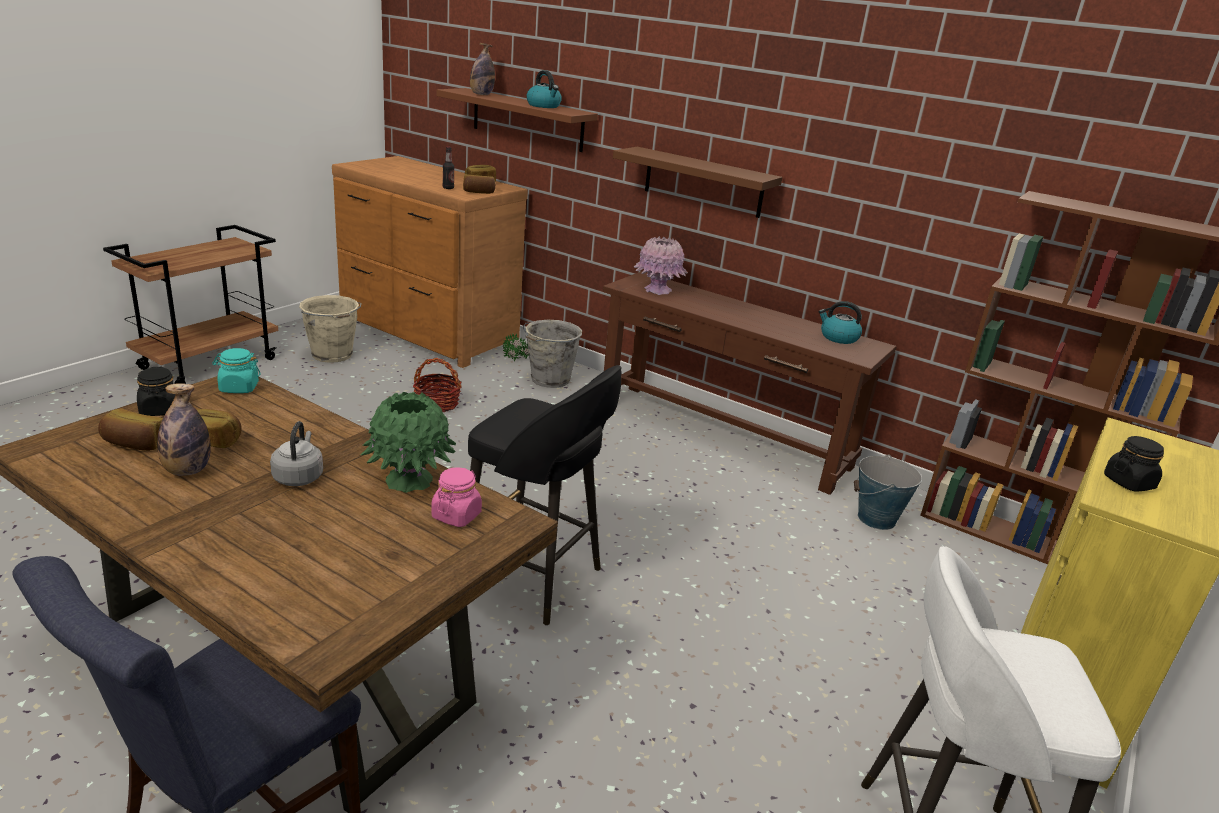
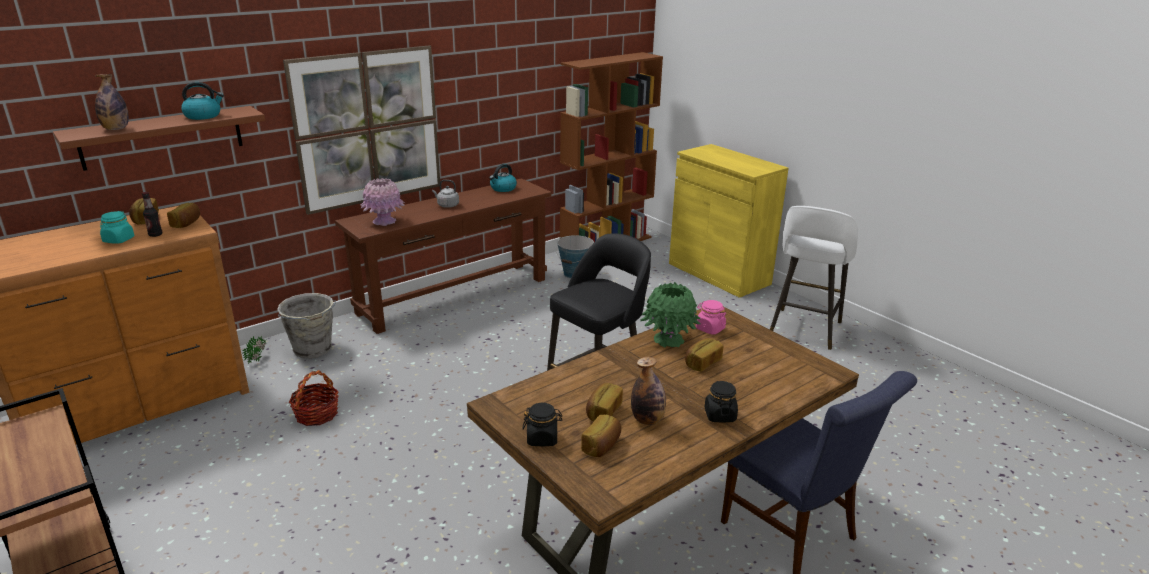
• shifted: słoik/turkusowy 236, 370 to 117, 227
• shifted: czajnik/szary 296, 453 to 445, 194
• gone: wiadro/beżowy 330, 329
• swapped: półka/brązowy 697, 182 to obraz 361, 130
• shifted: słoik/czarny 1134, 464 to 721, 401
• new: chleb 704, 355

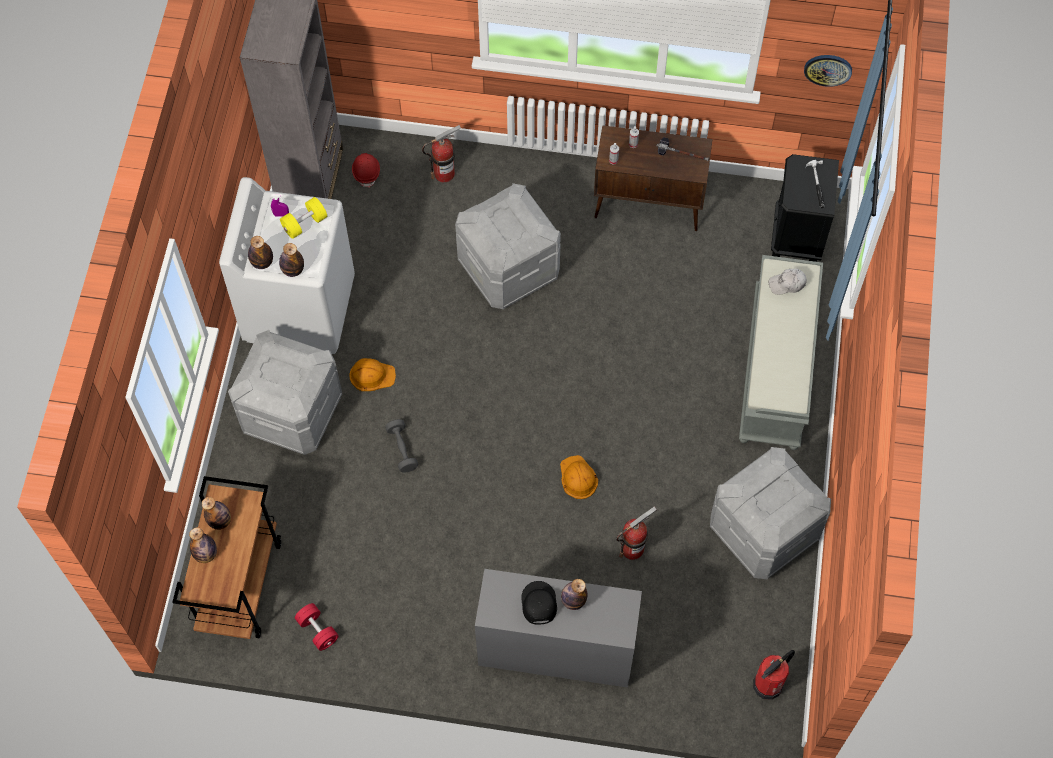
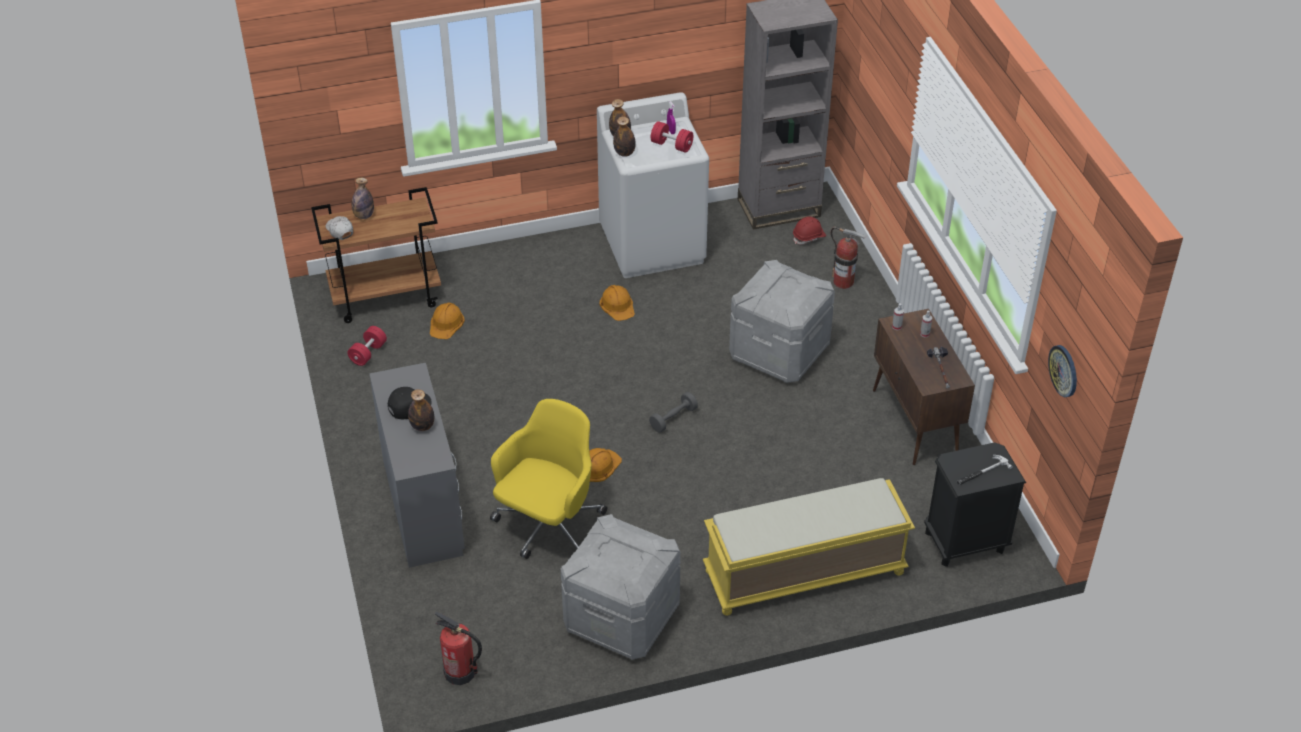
• gone: butelka 216, 513
• gone: pojemnik do przechowywania/szary 285, 392
• repainted: hantel/żółty 303, 218 to hantel/czerwony 672, 137
• shifted: hantel/szary 401, 446 to 673, 412
• swapped: gaśnica 636, 533 to krzesło biurowe/żółty 548, 479
• repainted: ławka/szary 781, 352 to ławka/żółty 809, 547
• shifted: czapka z daszkiem/biały 788, 281 to 339, 228
• new: kask/pomarańczowy 447, 321

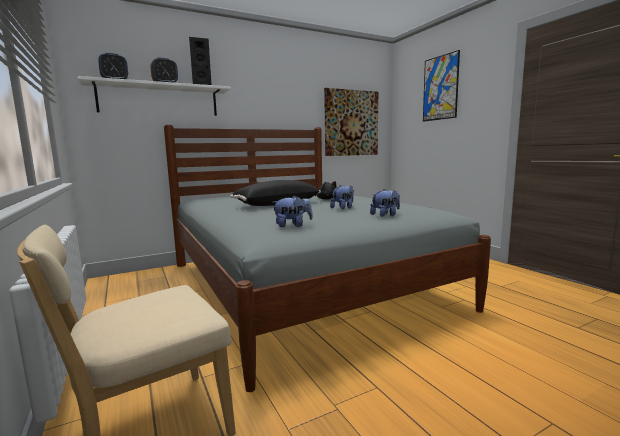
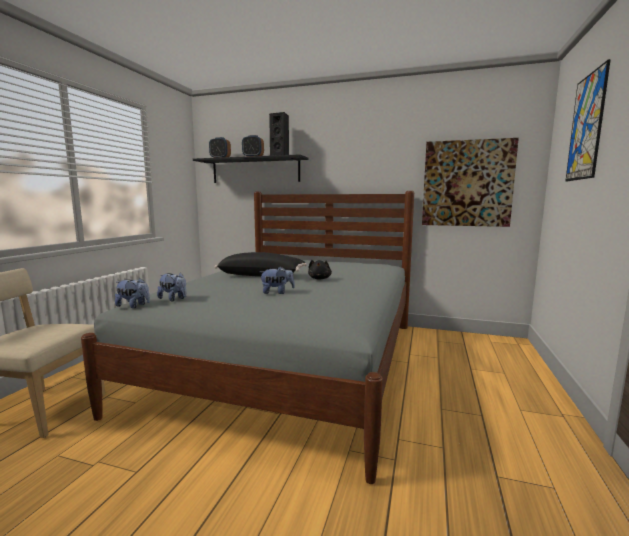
• repainted: półka/biały 154, 96 to półka/czarny 250, 168
• shifted: pluszak 385, 203 to 132, 293

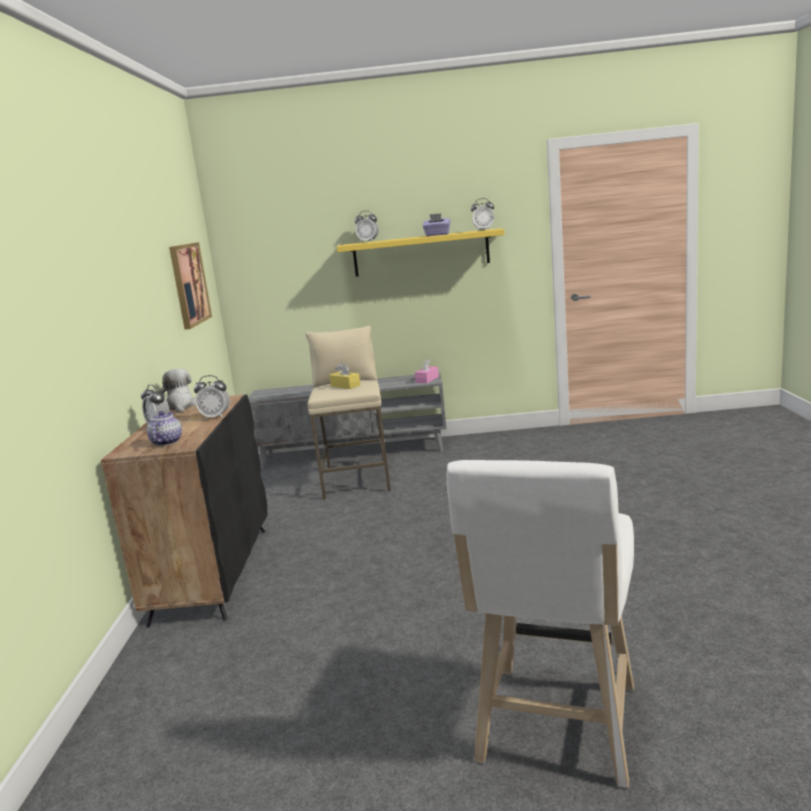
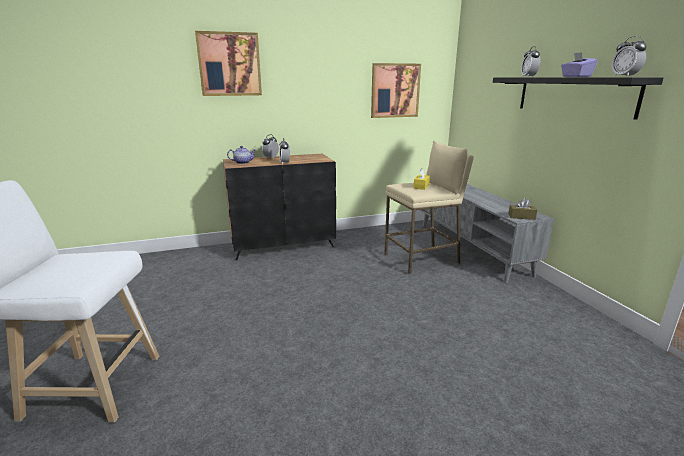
• gone: pluszak 177, 391
• repainted: półka/żółty 421, 252 to półka/czarny 578, 98
• repainted: pudełko chusteczek/różowy 427, 371 to pudełko chusteczek/brązowy 523, 209
• new: obraz 228, 63

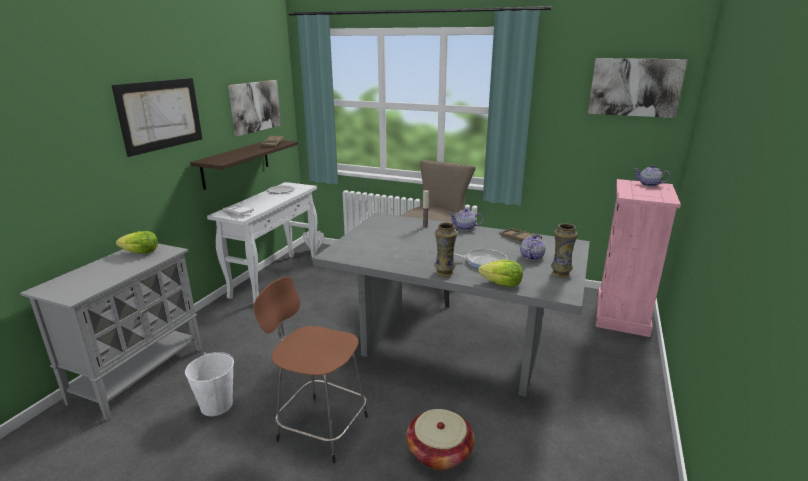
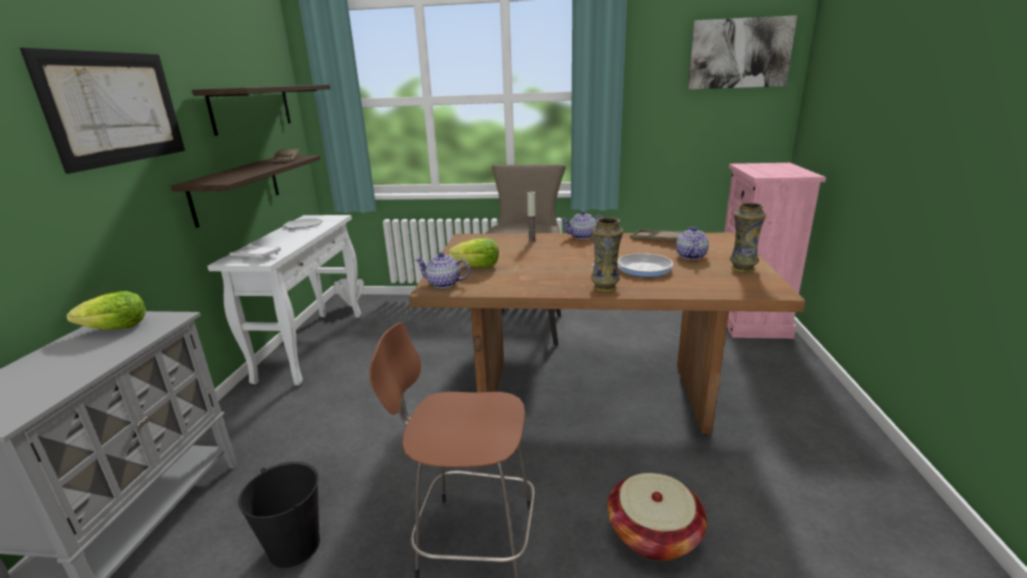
• repainted: wiadro/biały 209, 384 to wiadro/czarny 279, 514
• swapped: obraz 254, 108 to półka 261, 110
• repainted: stół jadalny/szary 451, 305 to stół jadalny/brązowy 607, 333
• shifted: sałata 500, 273 to 473, 253
• shifted: imbryk 652, 176 to 442, 270

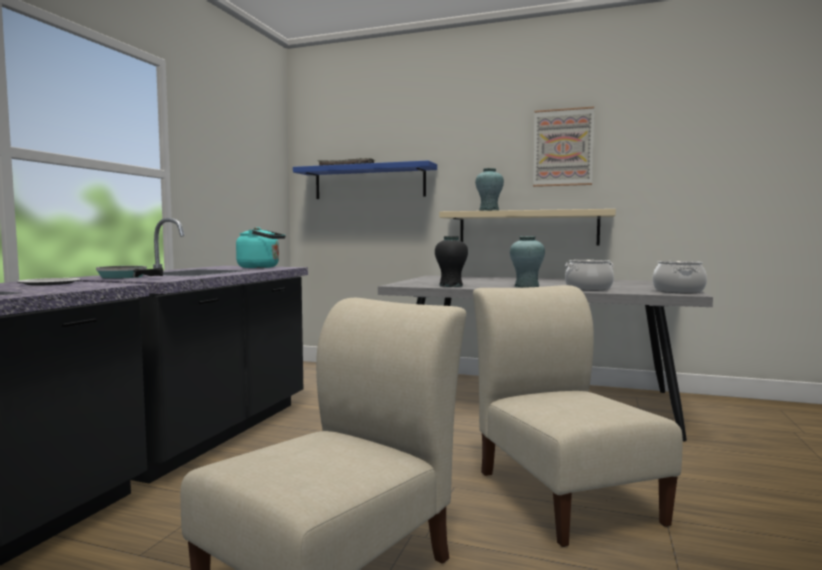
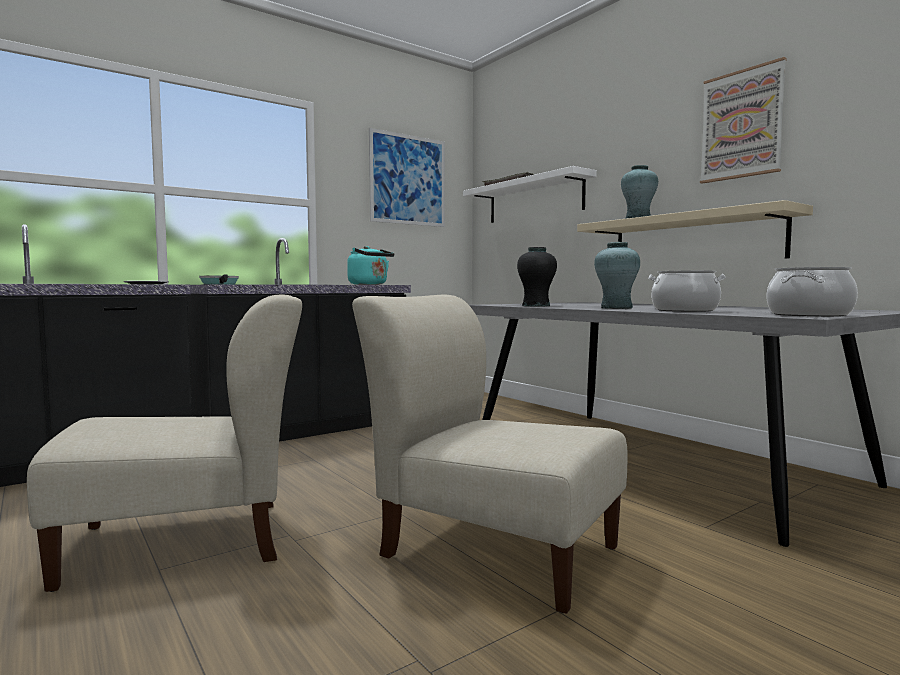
• repainted: półka/niebieski 365, 179 to półka/biały 530, 194
• rotated: krzesło/beżowy 578, 416 = 489, 454 75 degrees counterclockwise
• new: obraz 407, 177

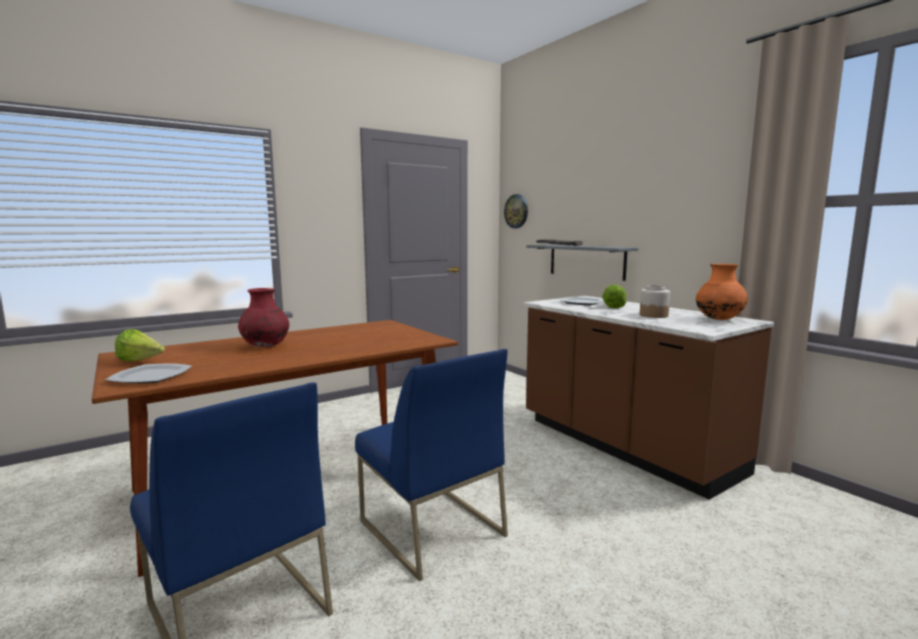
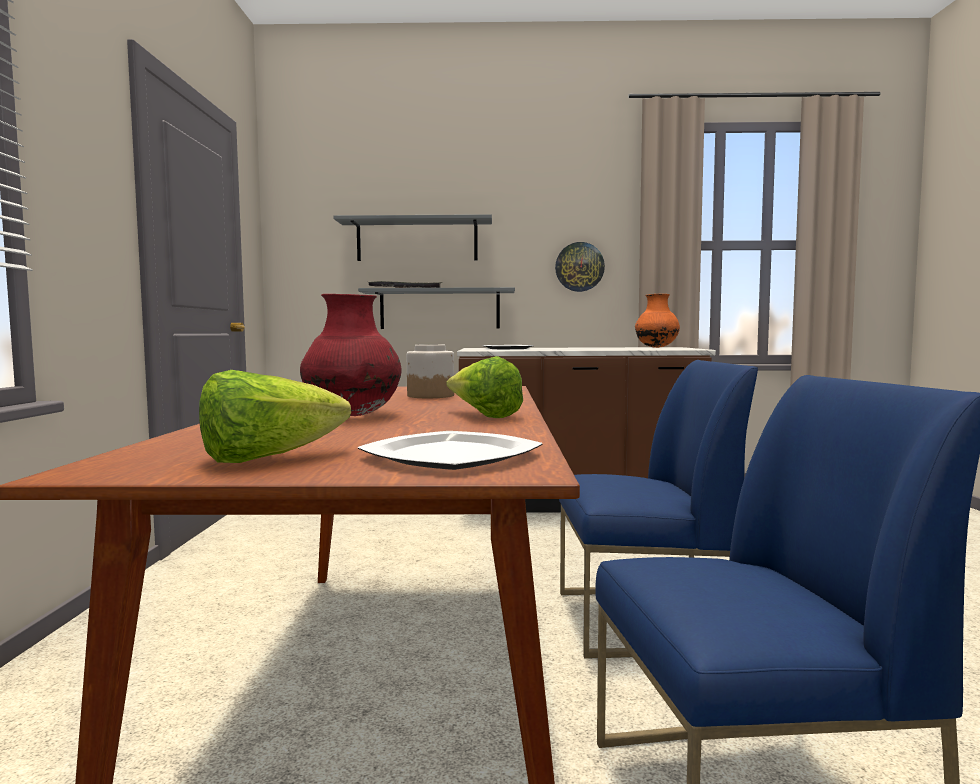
• shifted: zegar ścienny 516, 211 to 580, 267
• shifted: sałata 614, 296 to 485, 387
• shifted: słoik 655, 301 to 430, 371
• new: półka/szary 412, 237

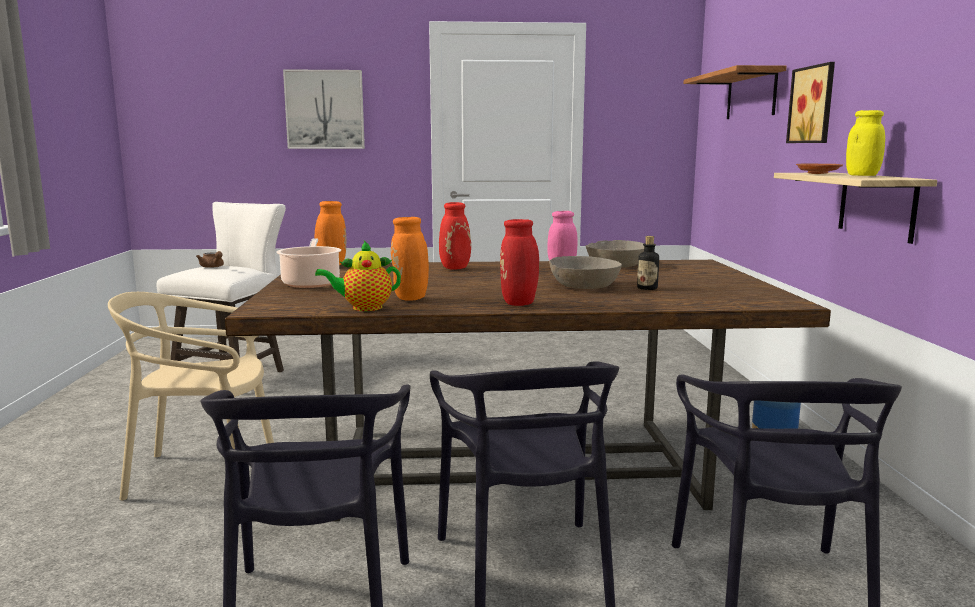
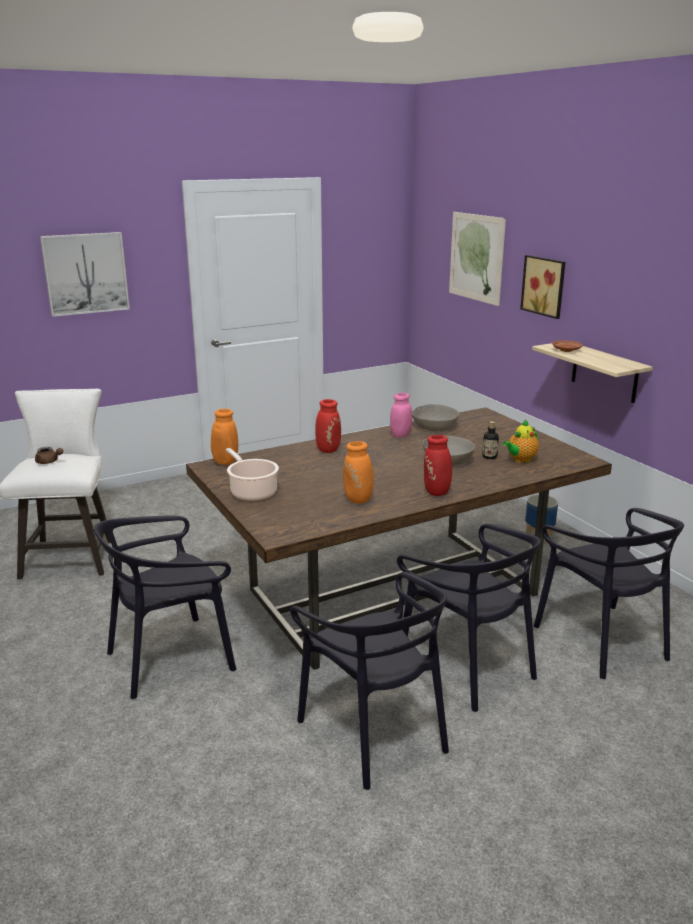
• repainted: krzesło/beżowy 191, 396 to krzesło/czarny 165, 607
• shifted: imbryk 358, 276 to 520, 441
• swapped: półka 735, 92 to obraz 477, 259
• gone: słoik/żółty 865, 143

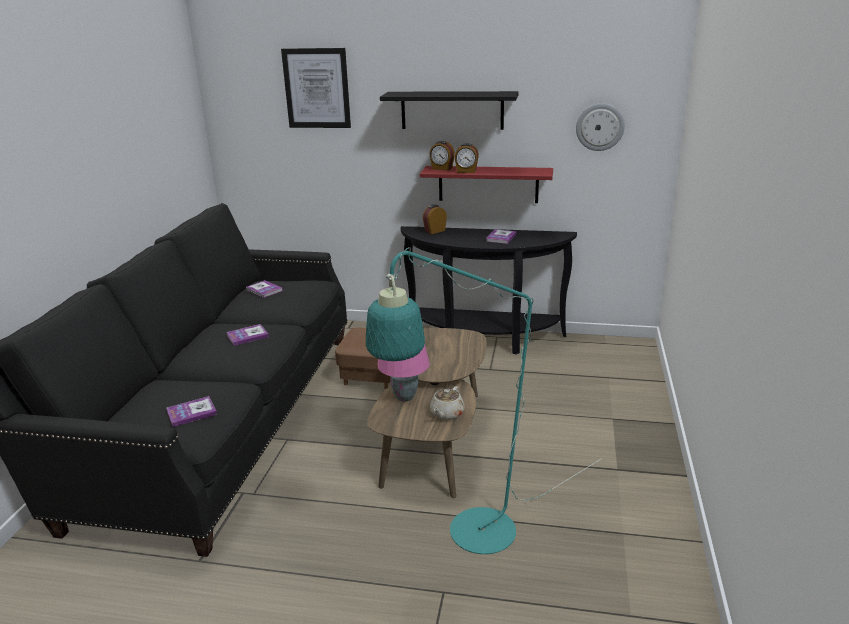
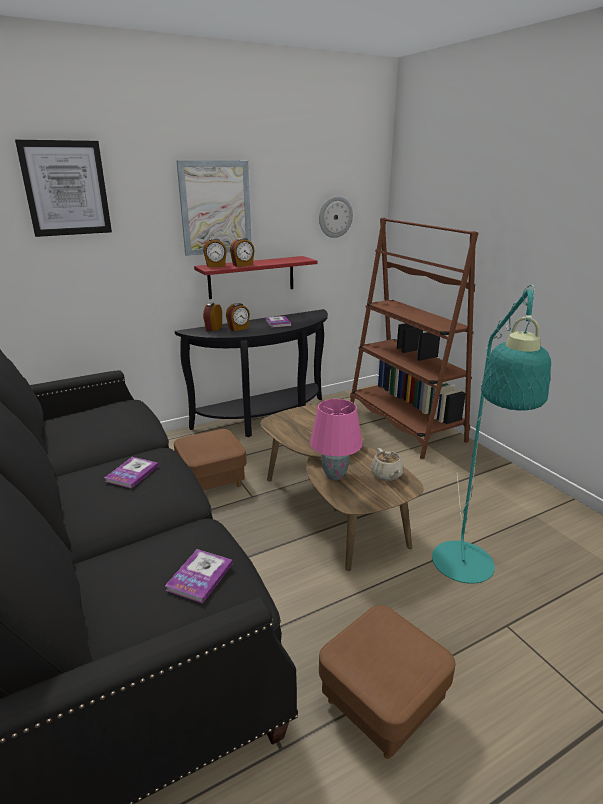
• gone: książka 265, 289
• swapped: półka/czarny 449, 110 to obraz 213, 208
• new: budzik 238, 317
• new: pufa/brązowy 387, 682
• new: regał/brązowy 414, 338

